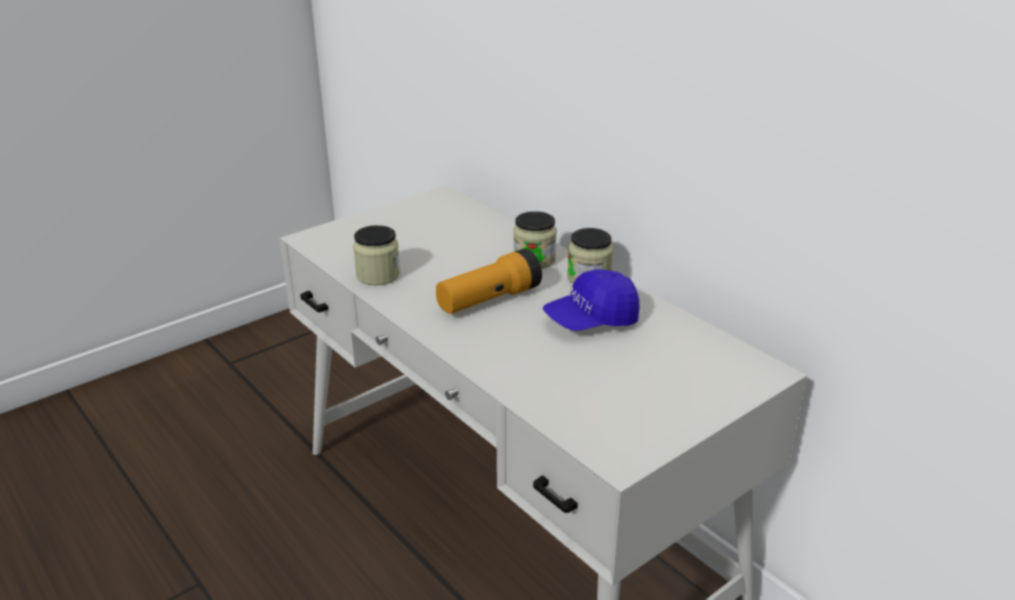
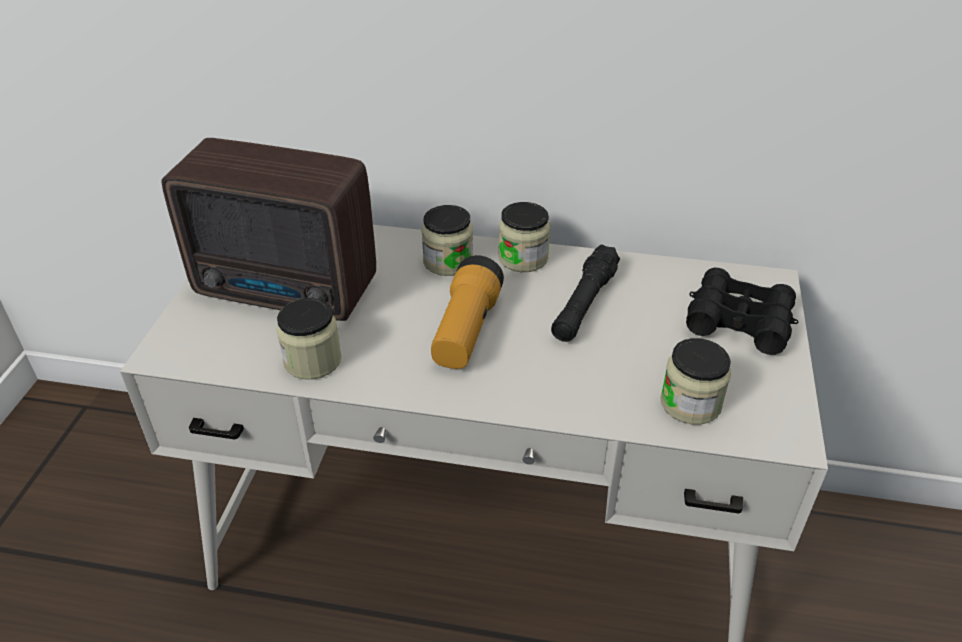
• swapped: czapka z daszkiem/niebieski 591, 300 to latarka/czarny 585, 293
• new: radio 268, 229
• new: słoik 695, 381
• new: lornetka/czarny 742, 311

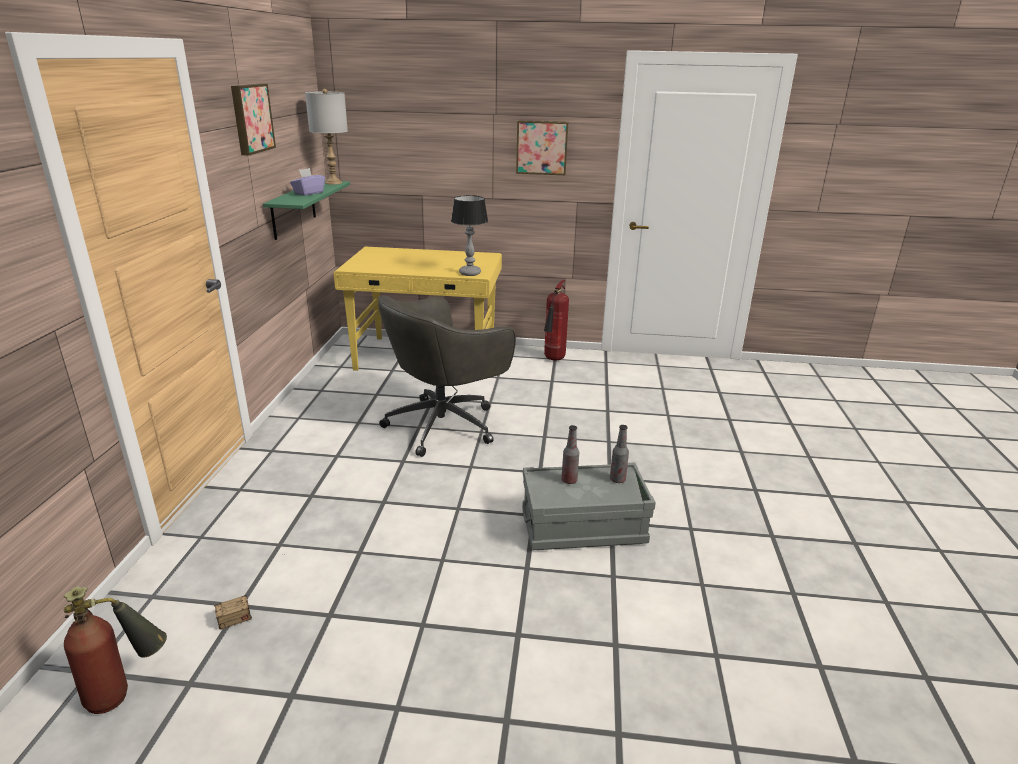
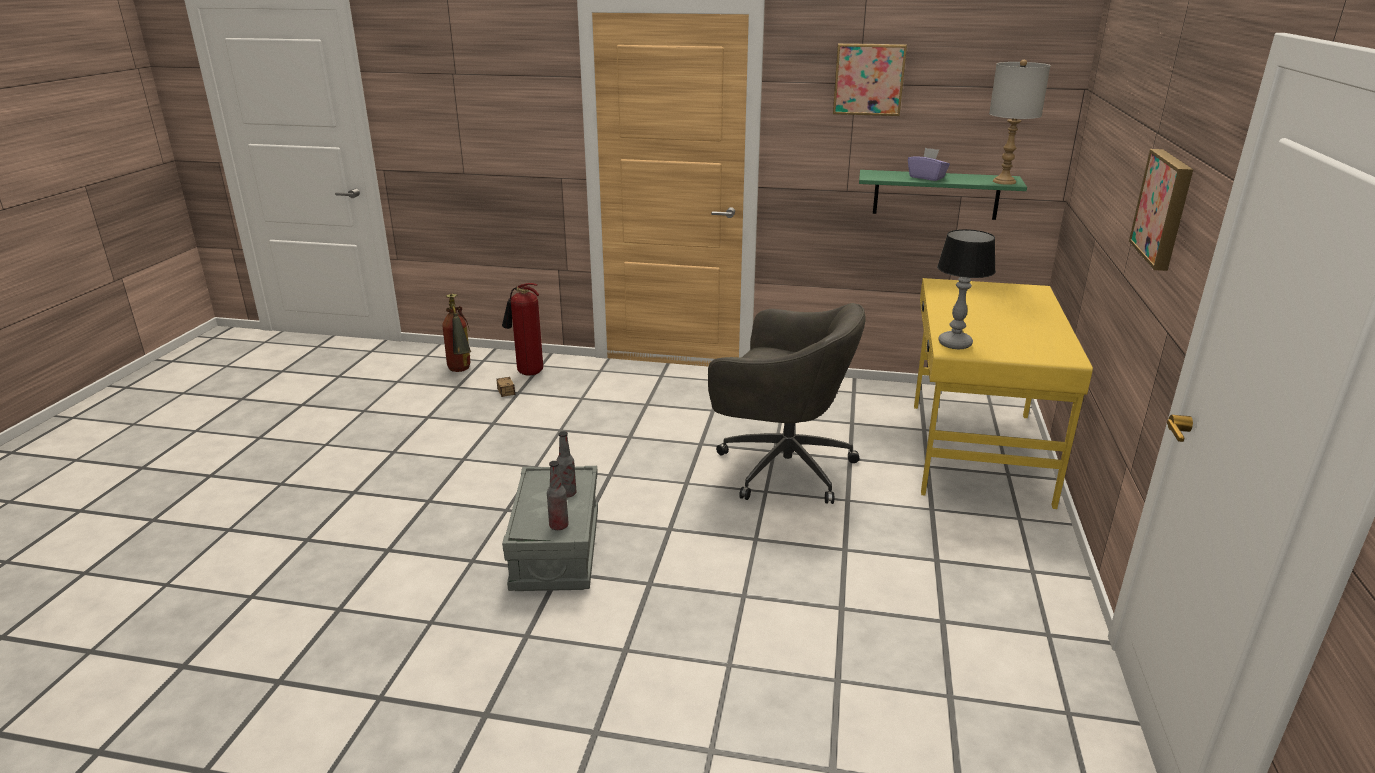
• rotated: krzesło biurowe/szary 447, 376 = 787, 403 150 degrees clockwise
• shifted: gaśnica 556, 320 to 522, 329

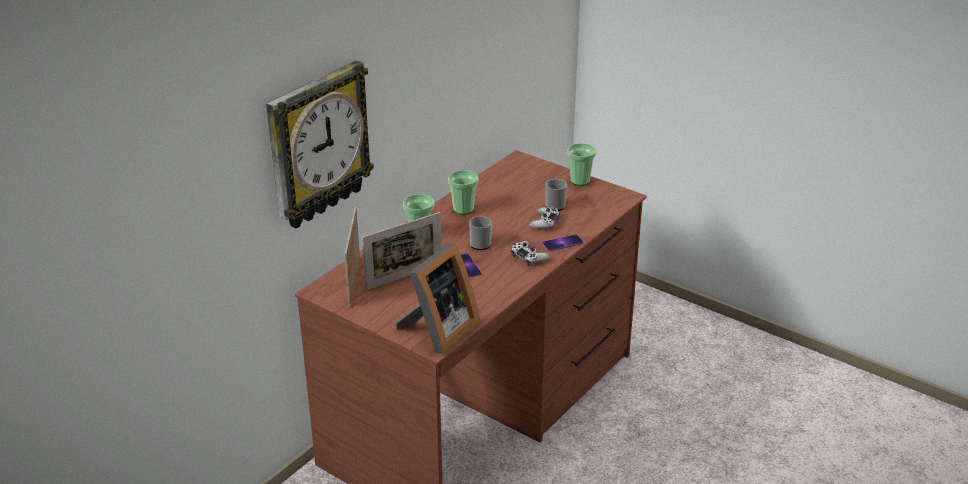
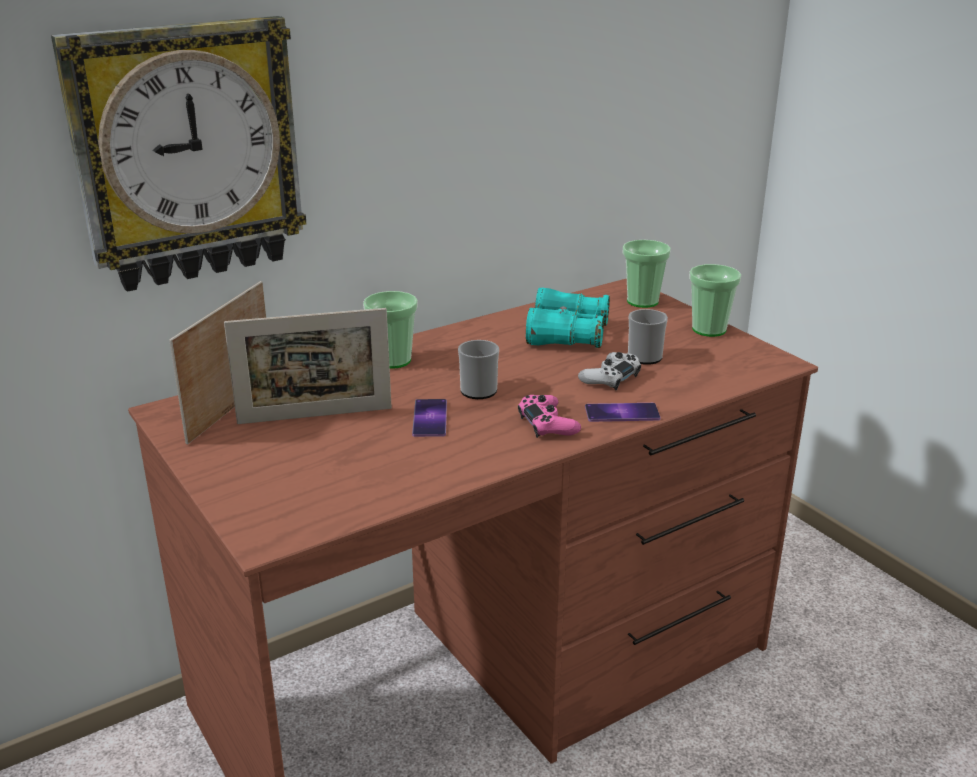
• gone: ramka na zdjęcie 438, 298
• shifted: filiżanka 463, 192 to 647, 274
• repainted: pad do gier/biały 530, 253 to pad do gier/różowy 549, 416
• new: lornetka/turkusowy 568, 318

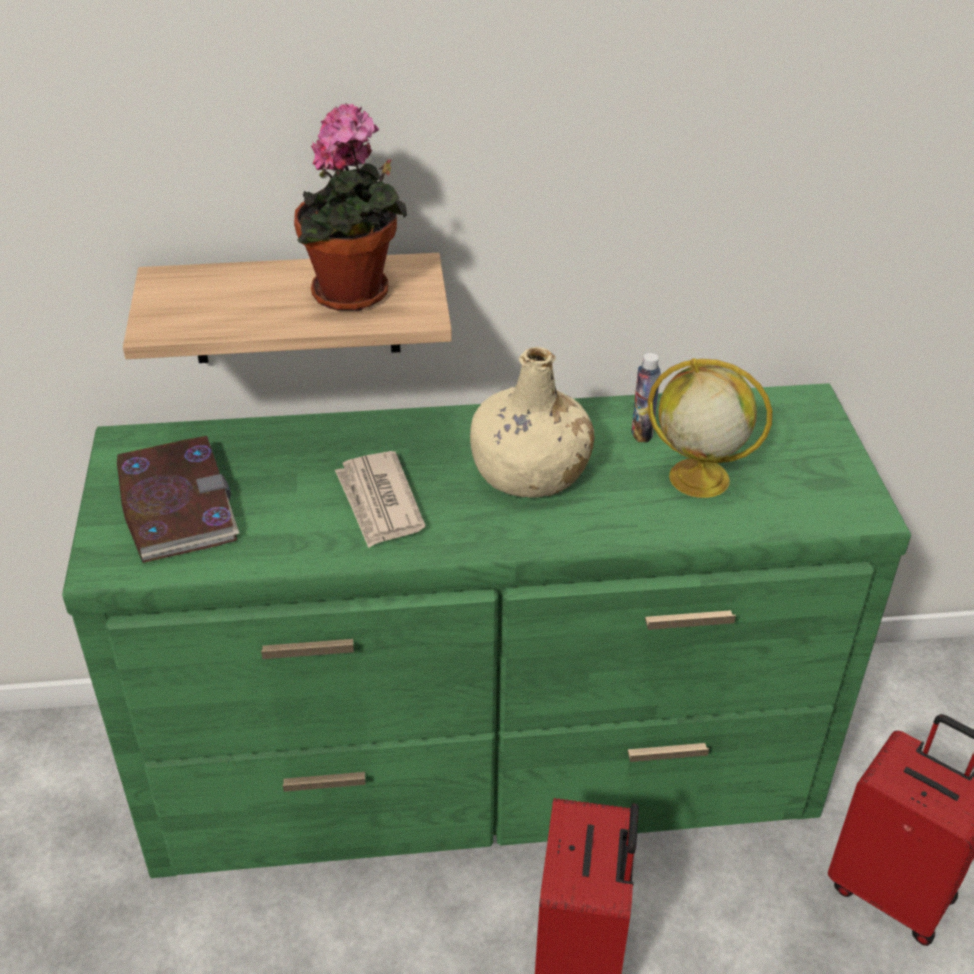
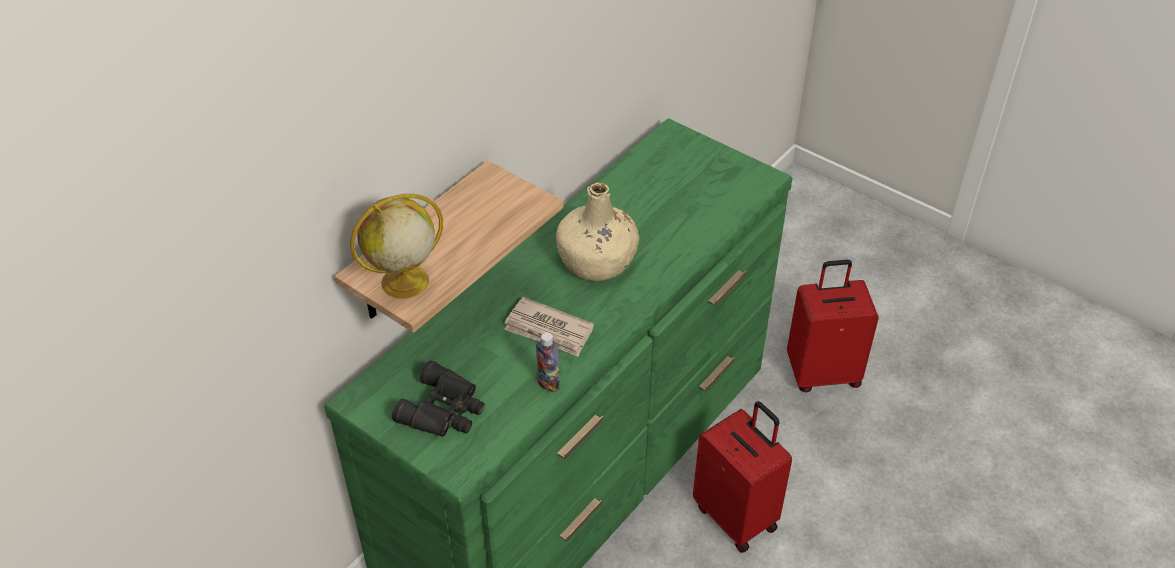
• swapped: książka 178, 499 to lornetka/czarny 438, 398
• gone: roślina doniczkowa 350, 207
• shifted: butelka 646, 397 to 547, 362
• shifted: globus 710, 428 to 396, 246

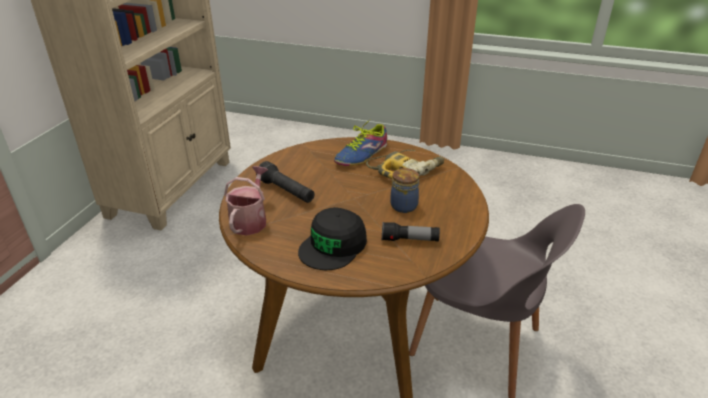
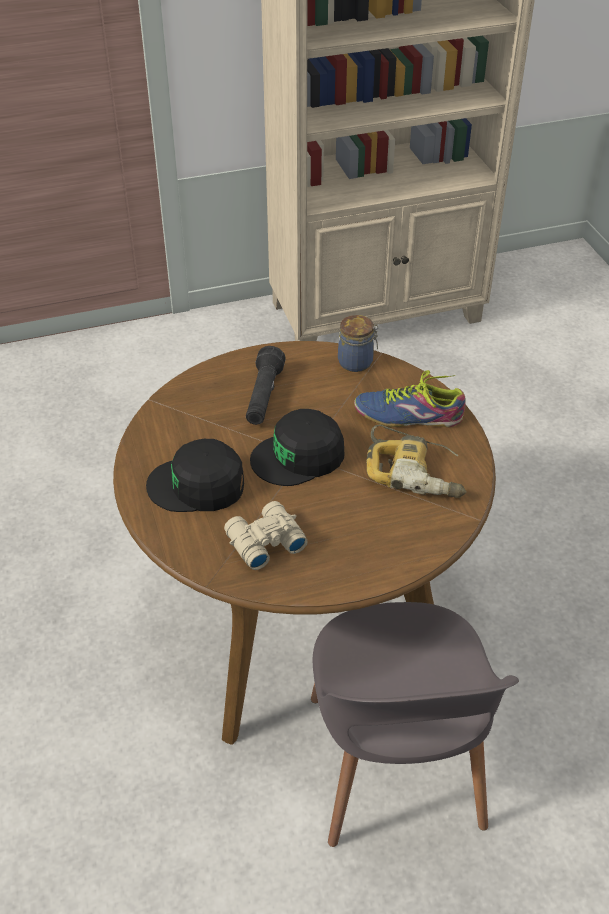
• gone: konewka 246, 200
• swapped: latarka 411, 232 to lornetka/beżowy 266, 535
• shifted: słoik 404, 190 to 358, 343
• new: czapka z daszkiem/czarny 297, 447

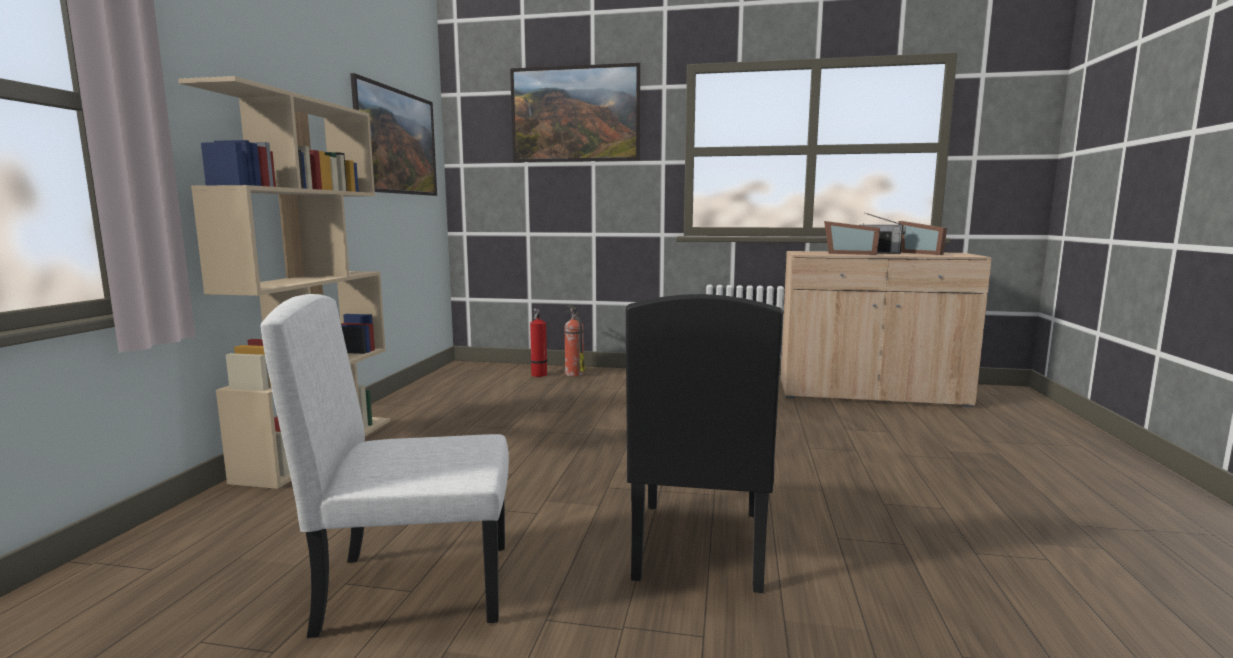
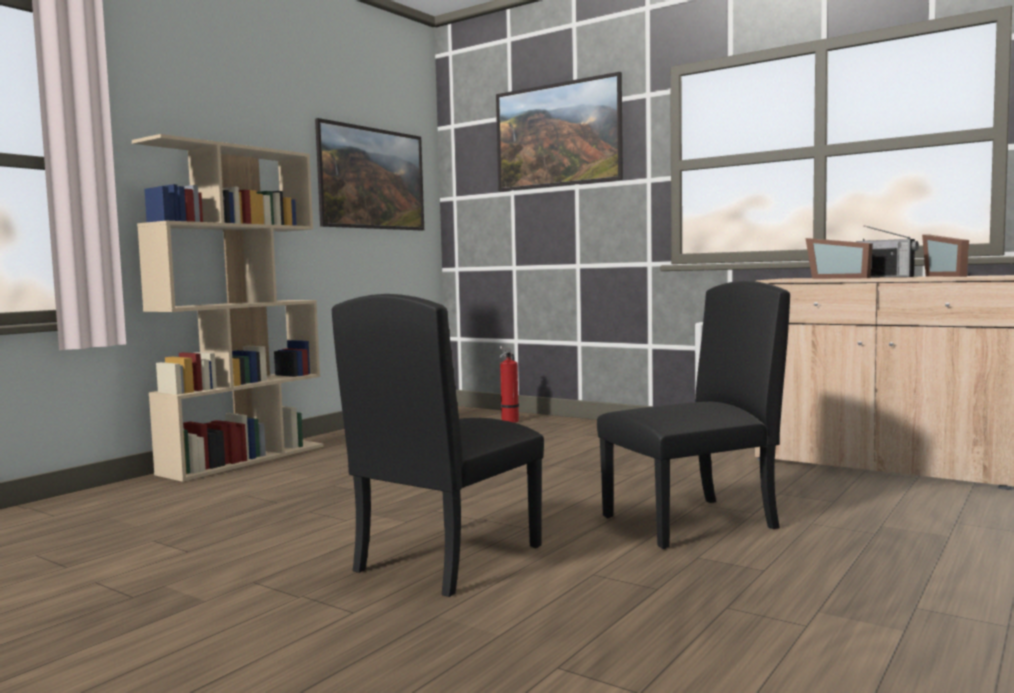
• gone: krzesło/biały 385, 466
• gone: gaśnica 574, 340
• new: krzesło/czarny 693, 415

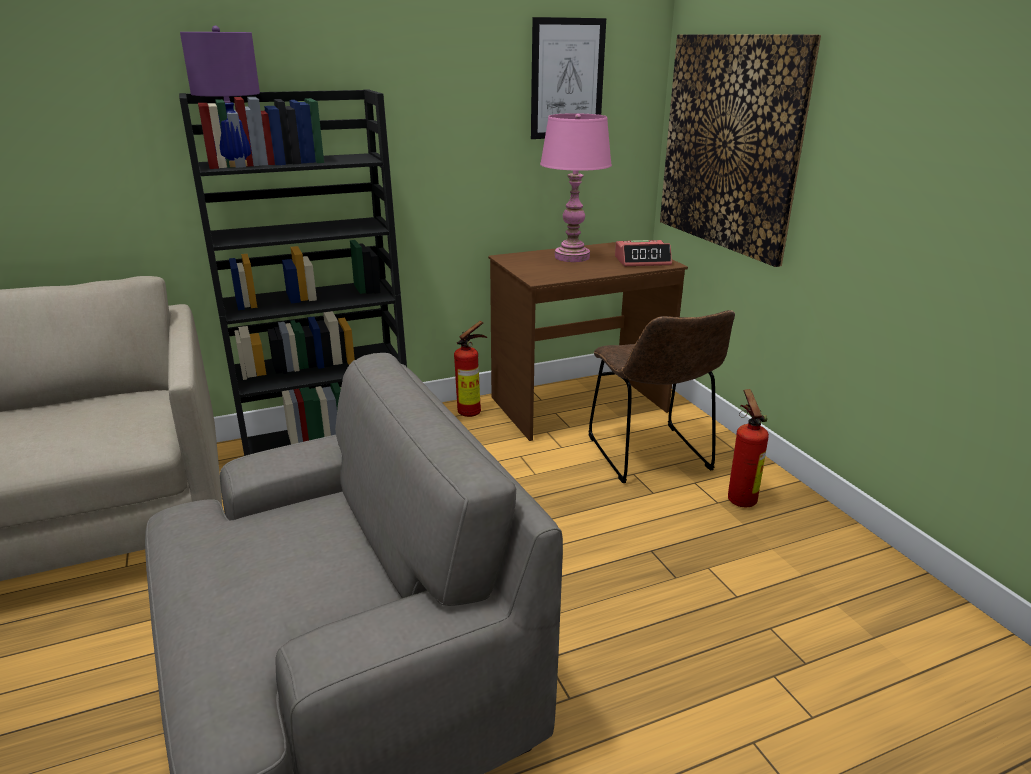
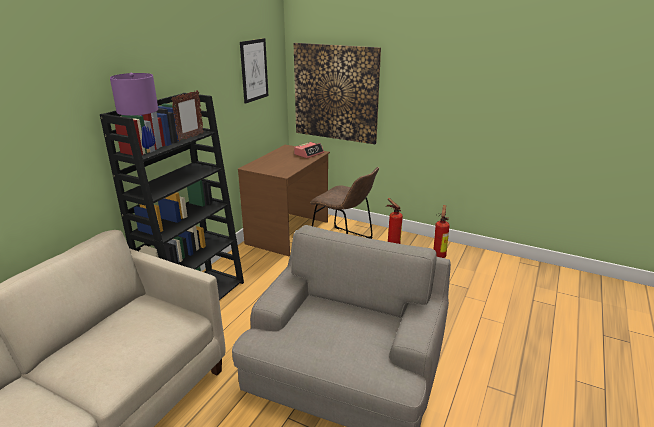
• shifted: gaśnica 470, 369 to 441, 231
• gone: lampa stołowa/różowy 576, 187
• new: ramka na zdjęcie 187, 115

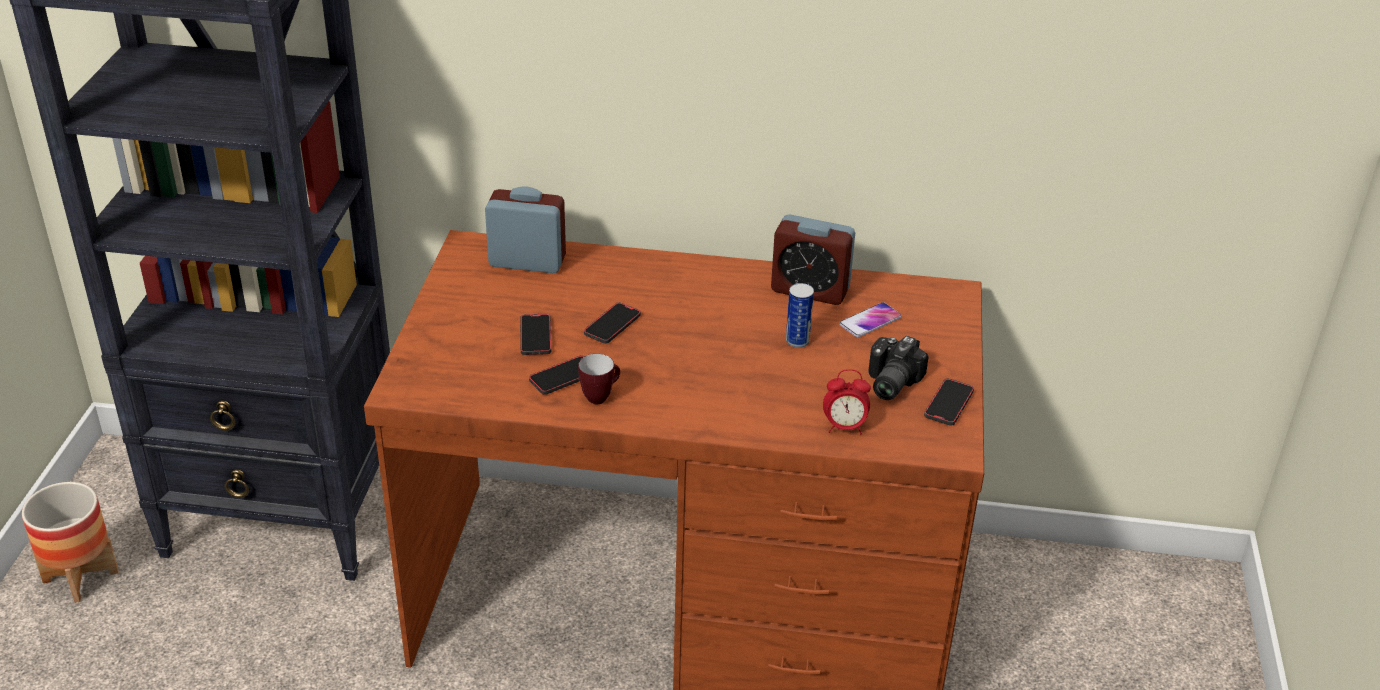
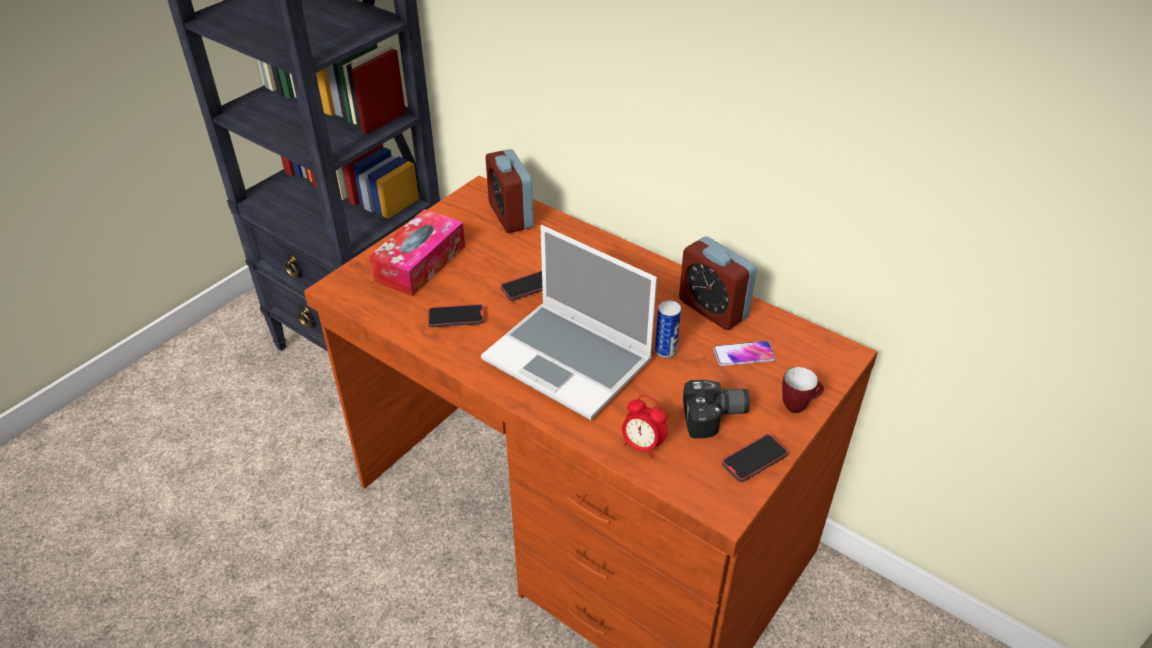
• gone: donica 70, 542
• rotated: budzik 525, 229 = 510, 191 150 degrees counterclockwise
• gone: telefon 535, 334
• shifted: kubek 599, 379 to 803, 390
• rotated: aparat fotograficzny 898, 368 = 716, 409 150 degrees counterclockwise
• new: pudełko chusteczek 417, 252
• new: laptop 569, 322

